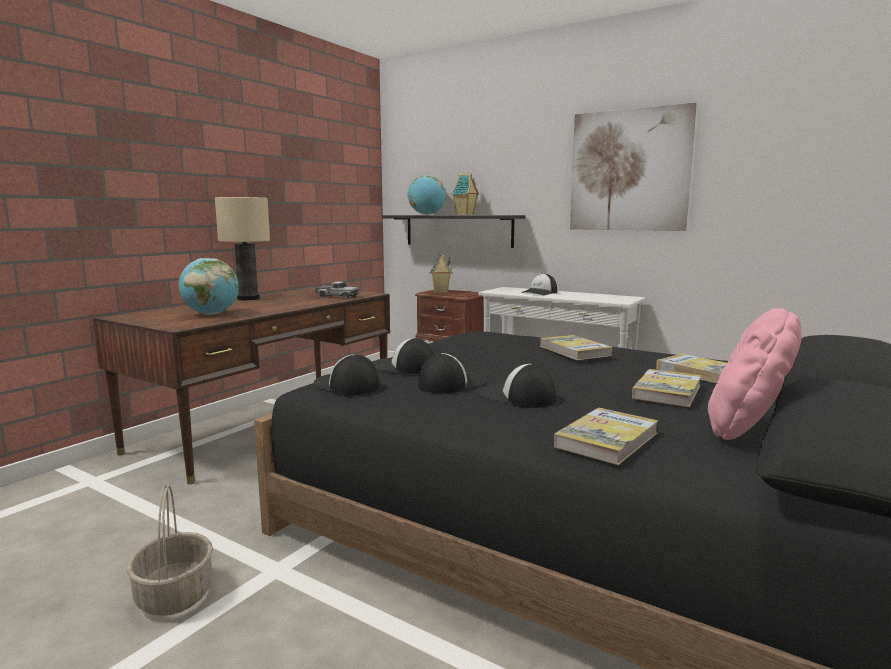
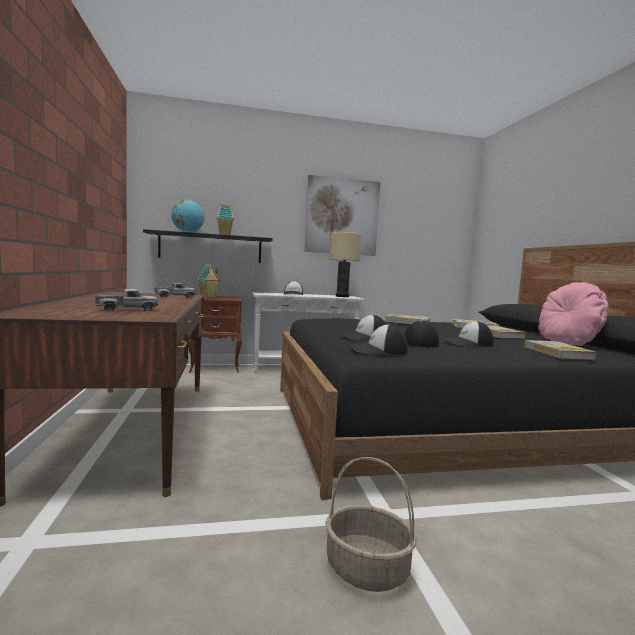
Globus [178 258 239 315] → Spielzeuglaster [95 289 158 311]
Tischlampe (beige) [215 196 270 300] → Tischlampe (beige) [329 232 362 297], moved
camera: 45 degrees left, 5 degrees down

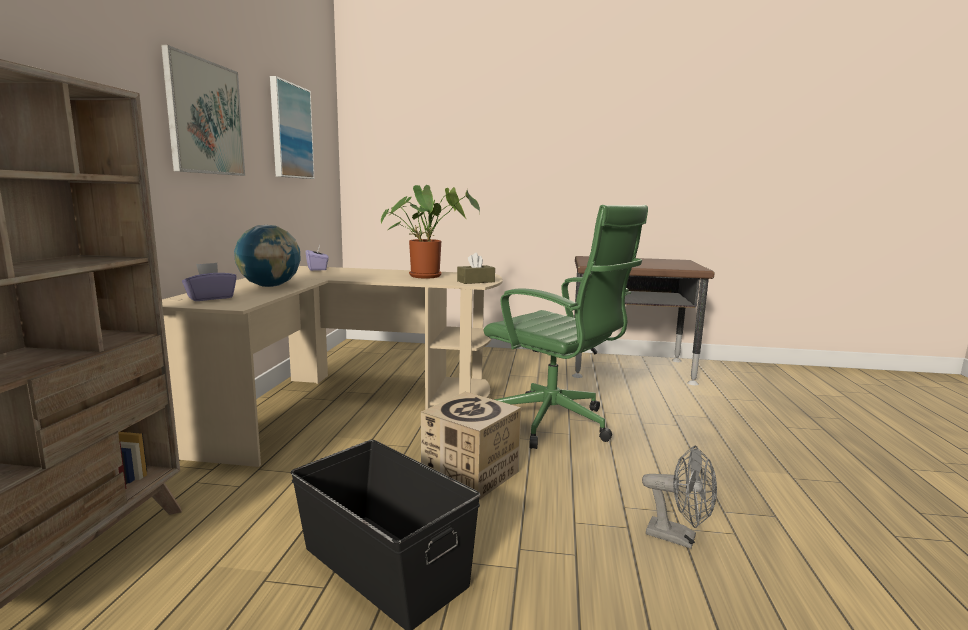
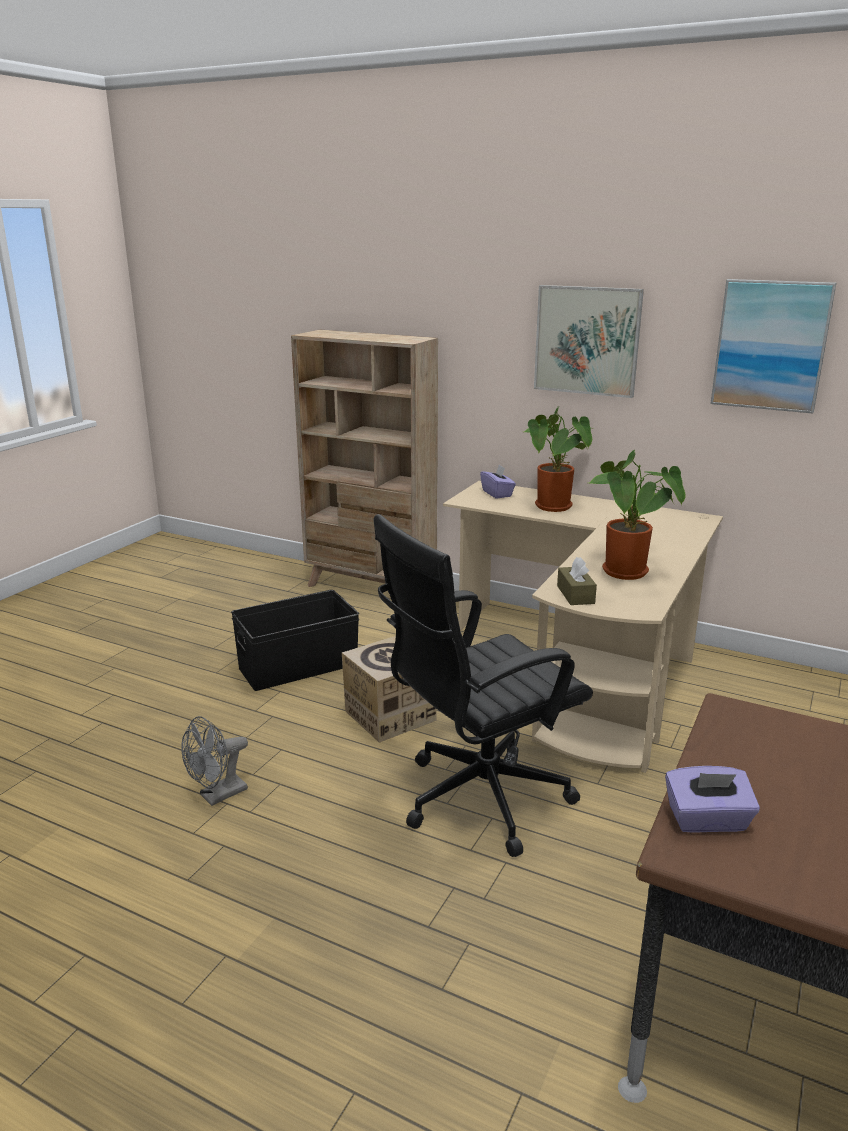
Bürostuhl (grün) [484 205 648 449] → Bürostuhl (schwarz) [374 514 593 857]
Globus [234 225 301 287] → Topfpflanze [524 405 595 512]
Taschentuchbox (lila) [306 245 329 271] → Taschentuchbox (lila) [665 766 760 833], moved
camera: 110 degrees right, 10 degrees up

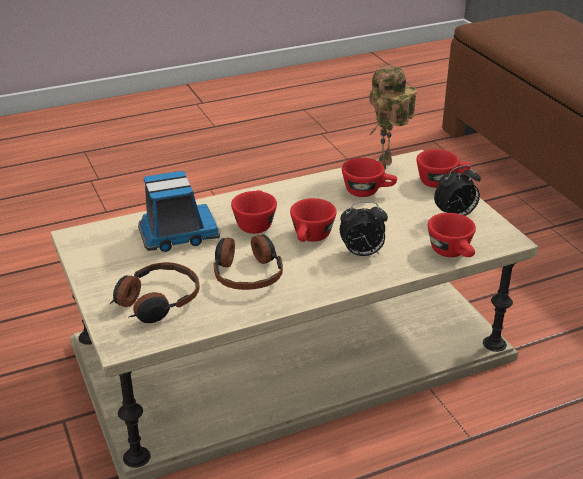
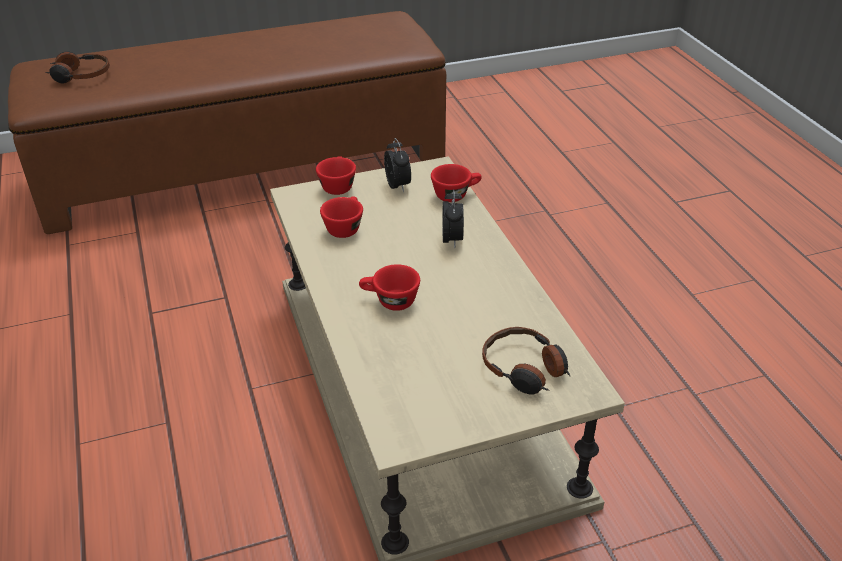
Kopfhörer [214 234 283 290] → Kopfhörer [45 51 110 83], moved
Spielzeuglaster [138 171 220 252] → -
Tasse (rot) [290 198 337 242] → -
Spielzeugroboter [369 65 417 169] → -
camera: 85 degrees left, 5 degrees up

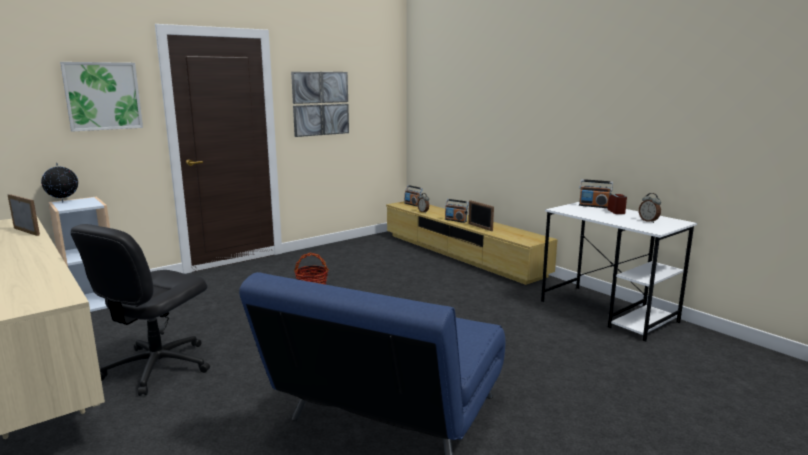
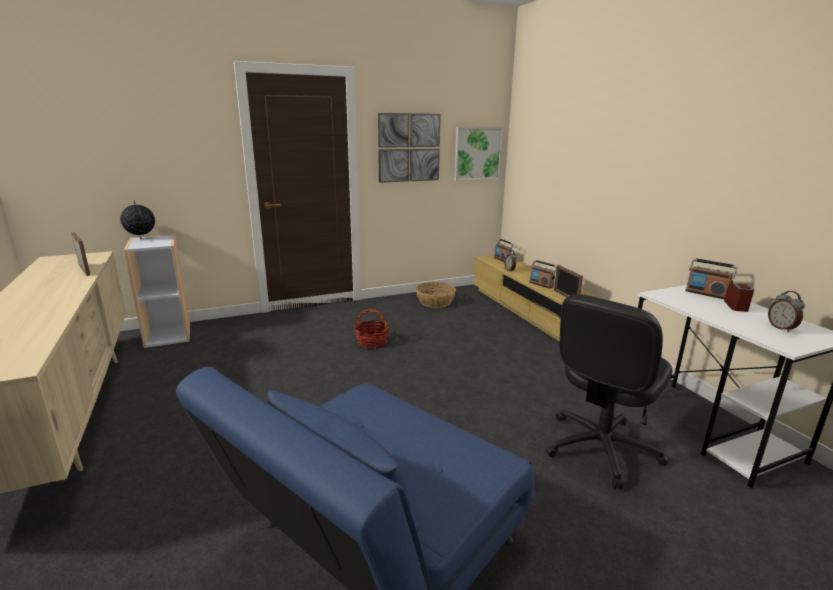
- → Korb [415 282 456 308]
Bild [60 62 143 132] → Bild [454 127 503 181], moved
Bürostuhl (schwarz) [71 224 210 396] → Bürostuhl (schwarz) [545 294 672 489], moved
camera: 15 degrees right, 5 degrees up

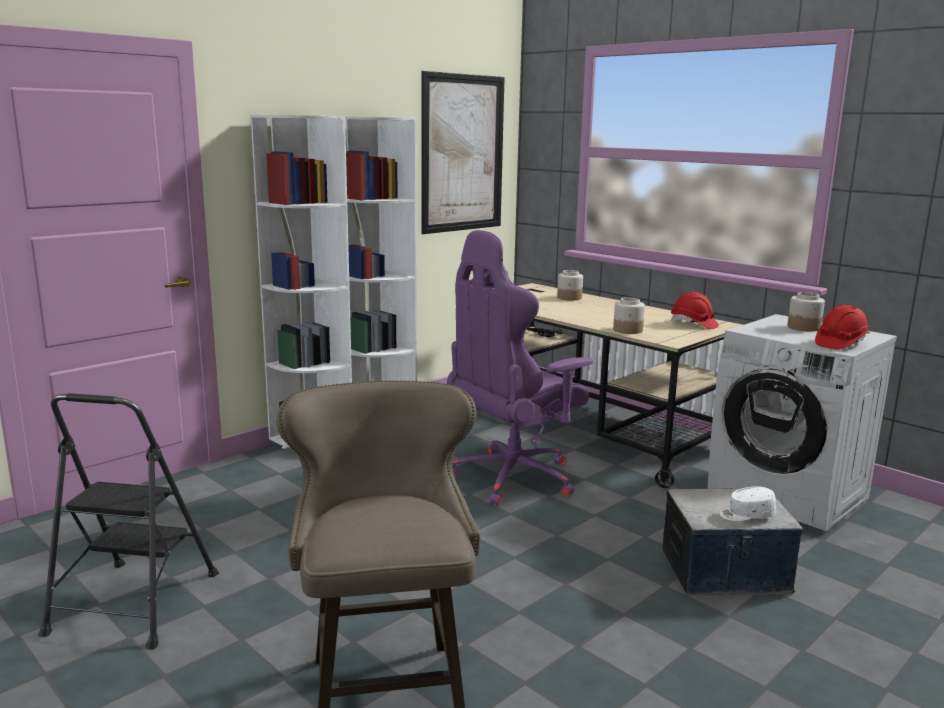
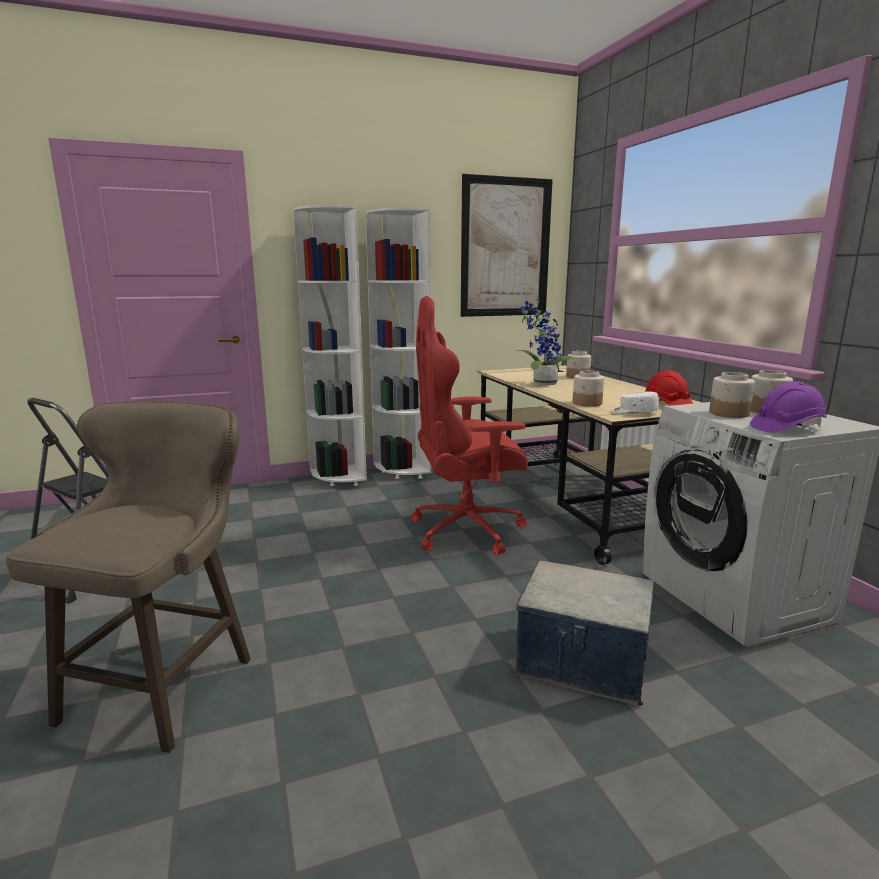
Bürostuhl (lila) [447 230 593 506] → Bürostuhl (rot) [411 296 528 555]
- → Topfpflanze [517 301 574 385]
Kappe (weiß) [719 486 776 521] → Kappe (weiß) [611 392 659 413], moved
- → Vorratsglas [709 372 755 418]
Schutzhelm (rot) [815 305 870 350] → Schutzhelm (lila) [750 381 827 433]
camera: 25 degrees right, 0 degrees up

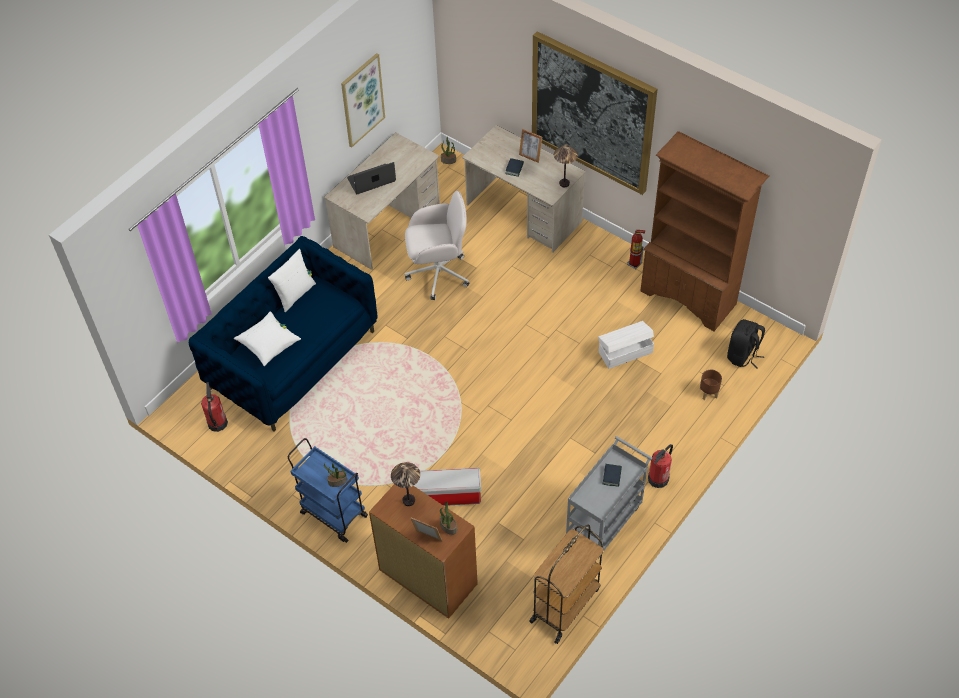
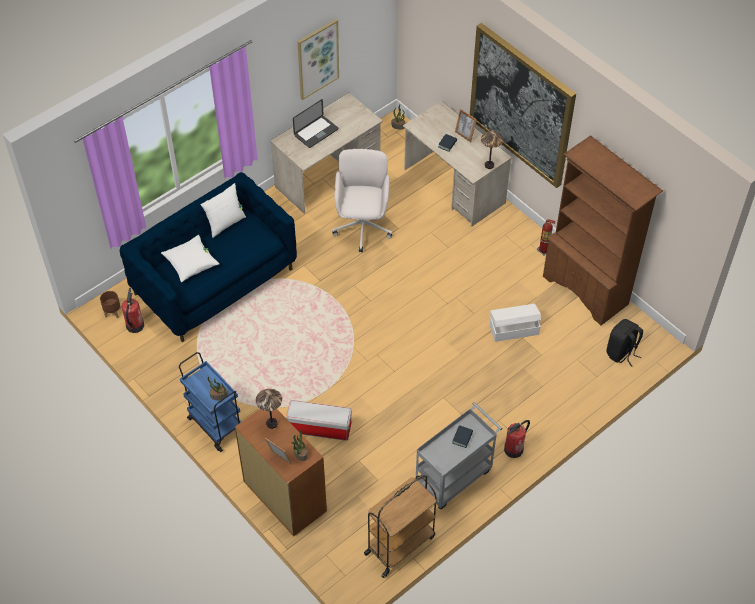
Pflanzkübel (braun) [700 370 722 400] → Pflanzkübel (braun) [100 291 121 318], moved
Laptop [347 162 396 194] → Laptop [293 99 338 148], 150 degrees clockwise
Bürostuhl (weiß) [405 191 470 300] → Bürostuhl (weiß) [332 149 392 252], 90 degrees counterclockwise
camera: 10 degrees right, 0 degrees up

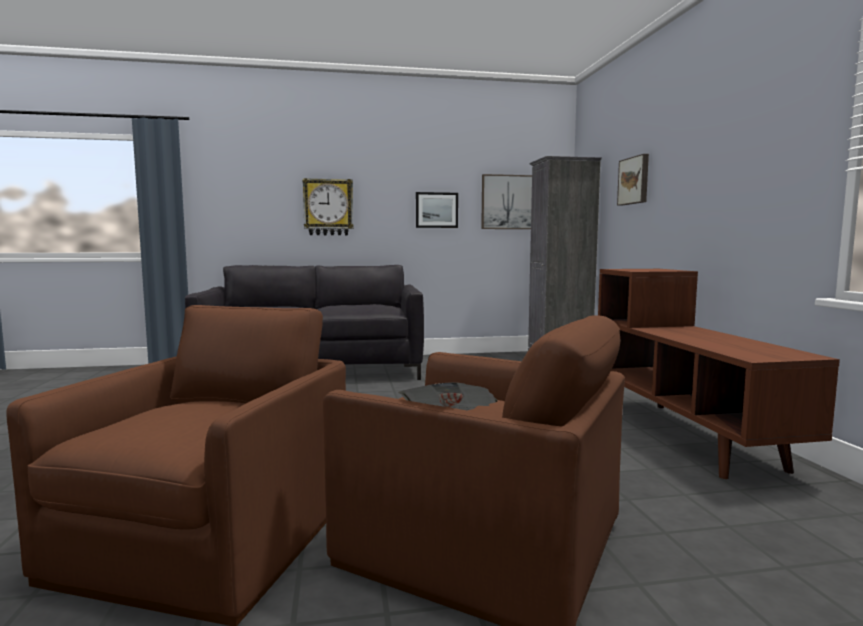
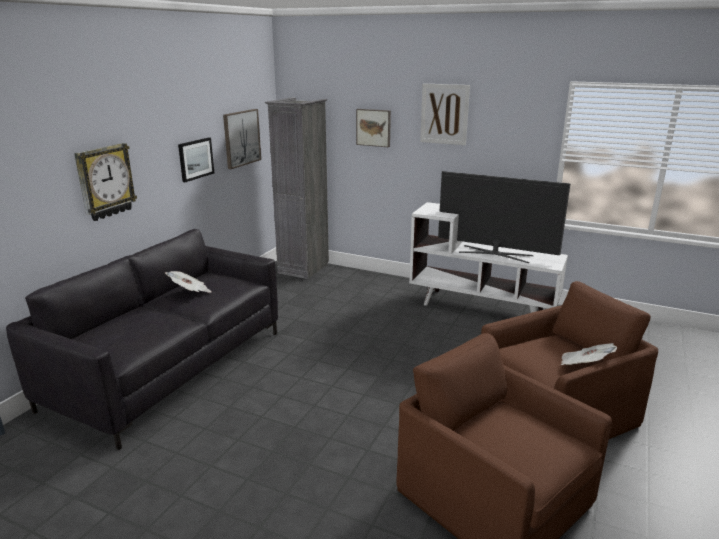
- → Zeitung [165 271 211 293]
Fernsehschrank (braun) [598 269 840 479] → Fernsehschrank (weiß) [409 202 568 313]
- → Bild [420 83 470 145]
- → Fernseher [438 171 570 263]
camera: 55 degrees left, 15 degrees up

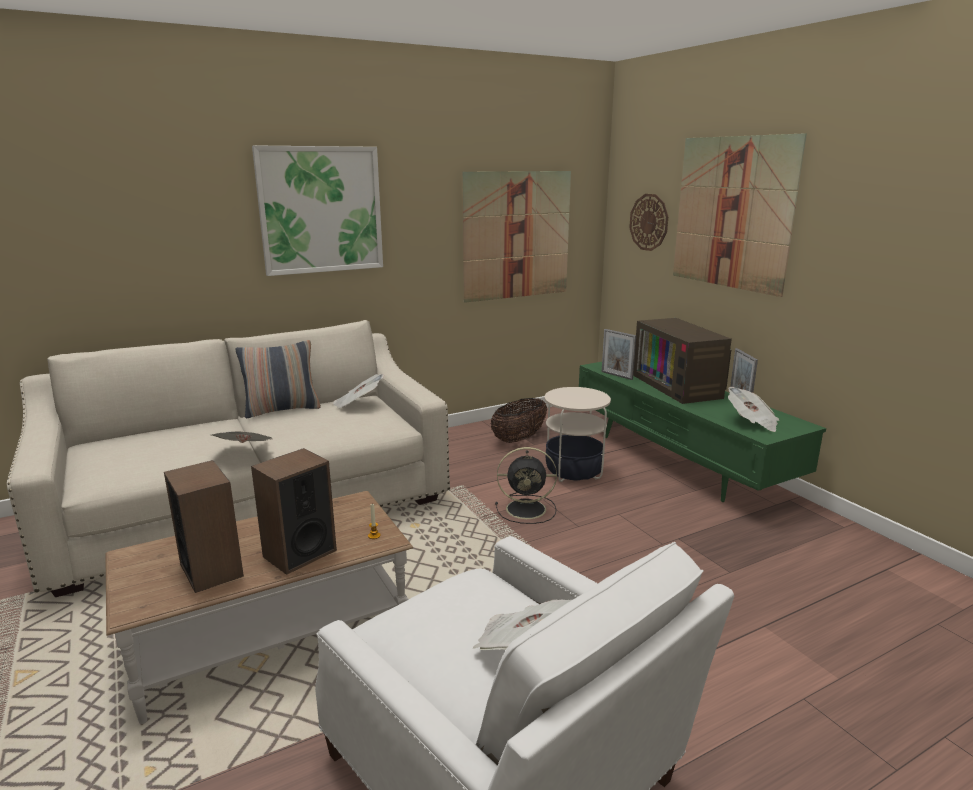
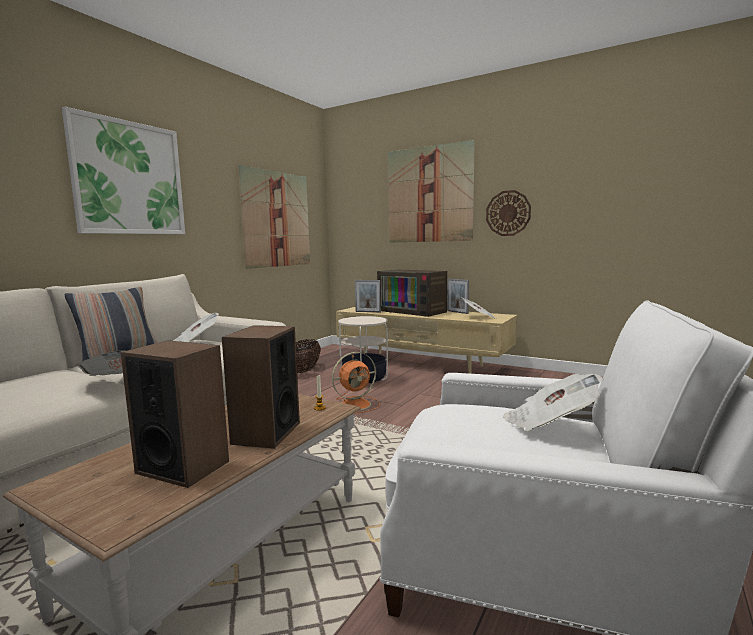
Ventilator (schwarz) [495 447 557 524] → Ventilator (orange) [332 352 380 413]
Fernsehschrank (grün) [579 362 826 502] → Fernsehschrank (beige) [336 307 517 374]
Wanduhr [629 194 668 251] → Wanduhr [486 190 531 236], moved
camera: 30 degrees left, 10 degrees down

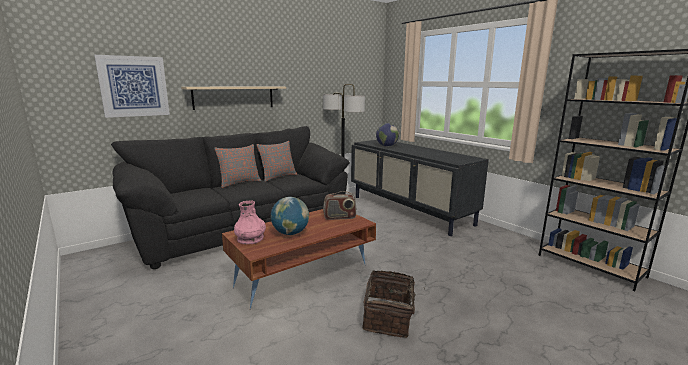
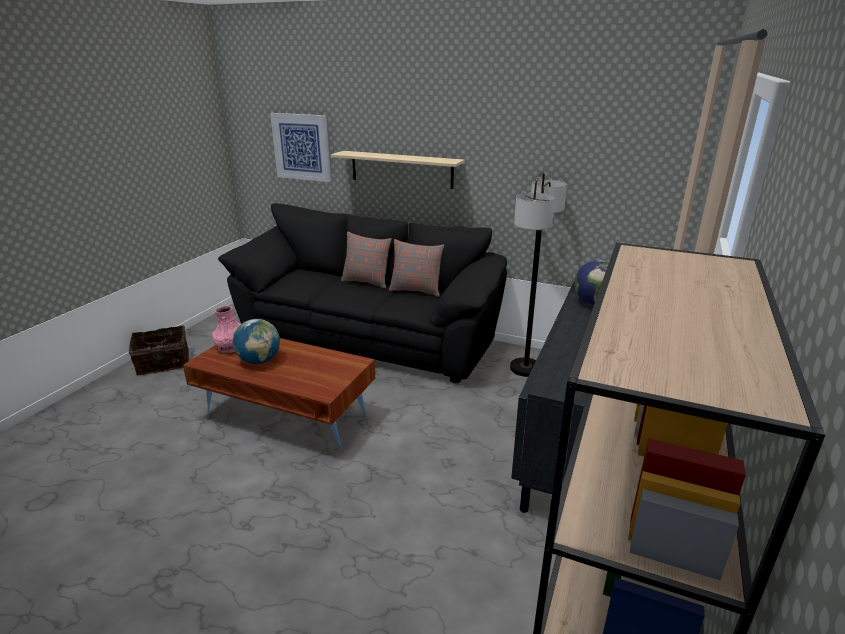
Korb [362 270 415 338] → Korb [129 325 189 375], moved
Radio [323 191 356 220] → -
camera: 60 degrees right, 10 degrees up

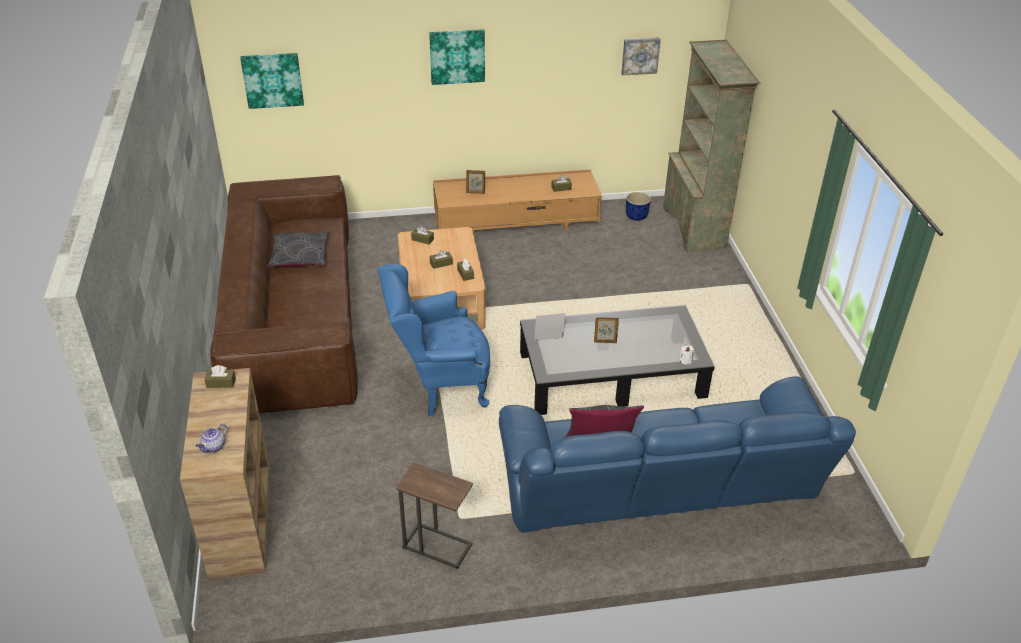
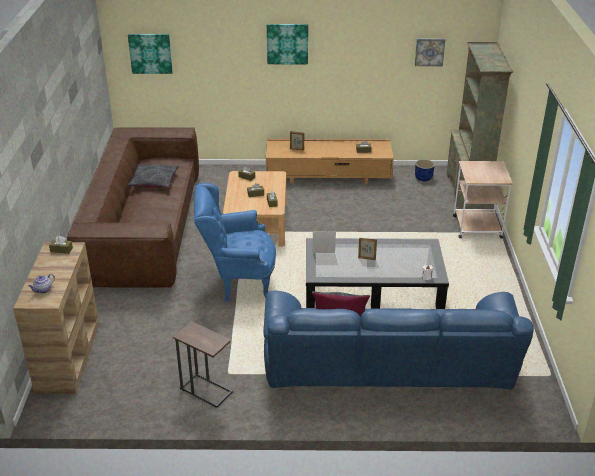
- → Rollwagen (beige) [453 161 513 239]
camera: 10 degrees right, 5 degrees down

